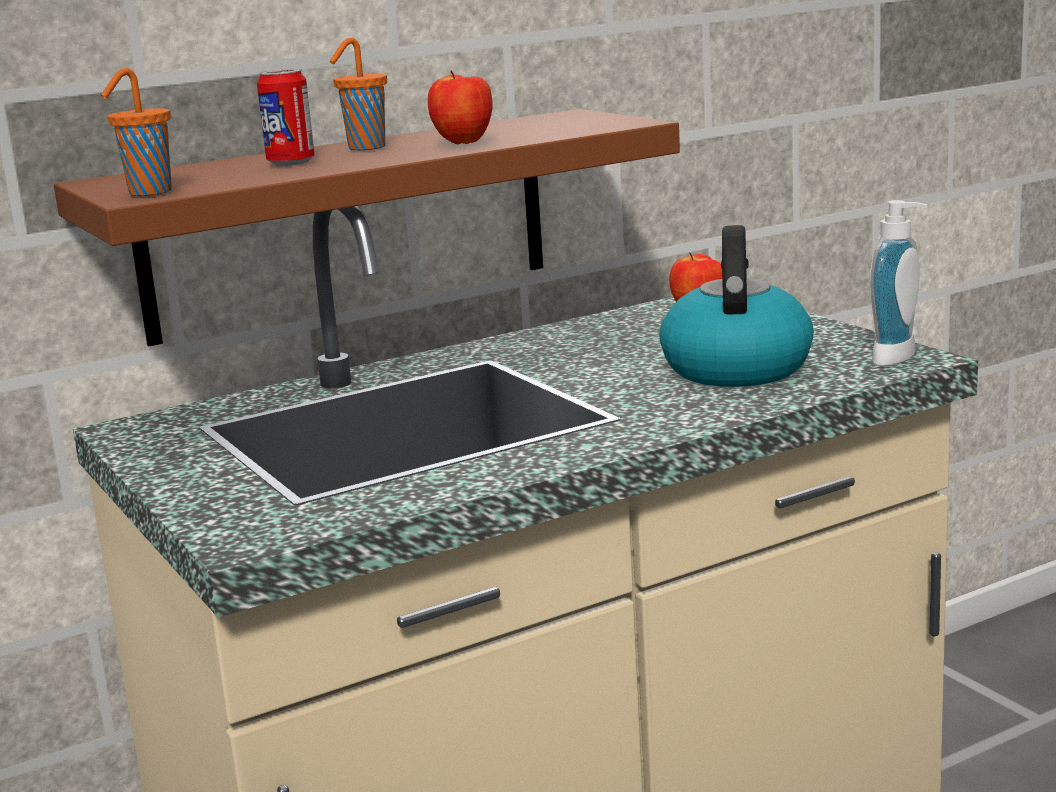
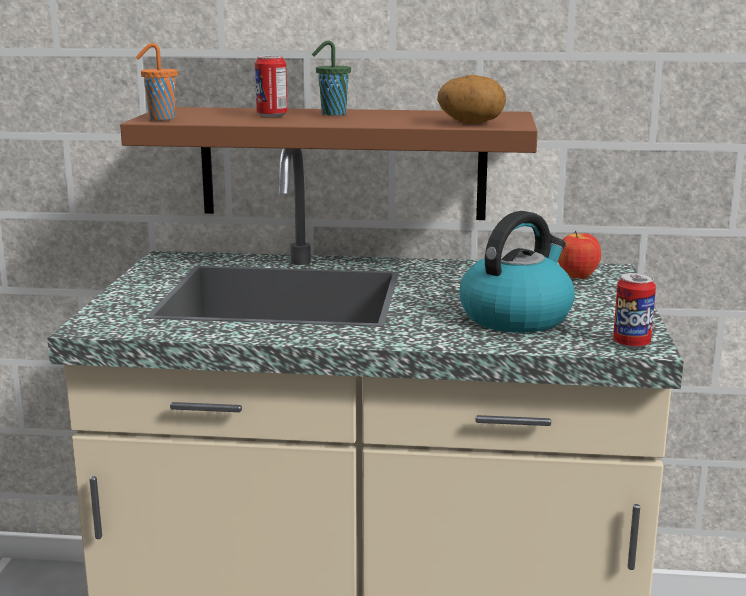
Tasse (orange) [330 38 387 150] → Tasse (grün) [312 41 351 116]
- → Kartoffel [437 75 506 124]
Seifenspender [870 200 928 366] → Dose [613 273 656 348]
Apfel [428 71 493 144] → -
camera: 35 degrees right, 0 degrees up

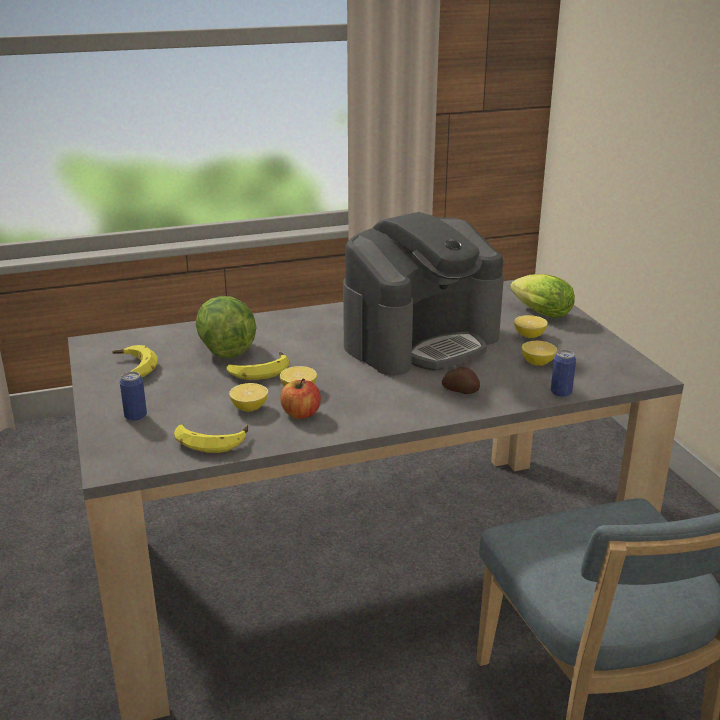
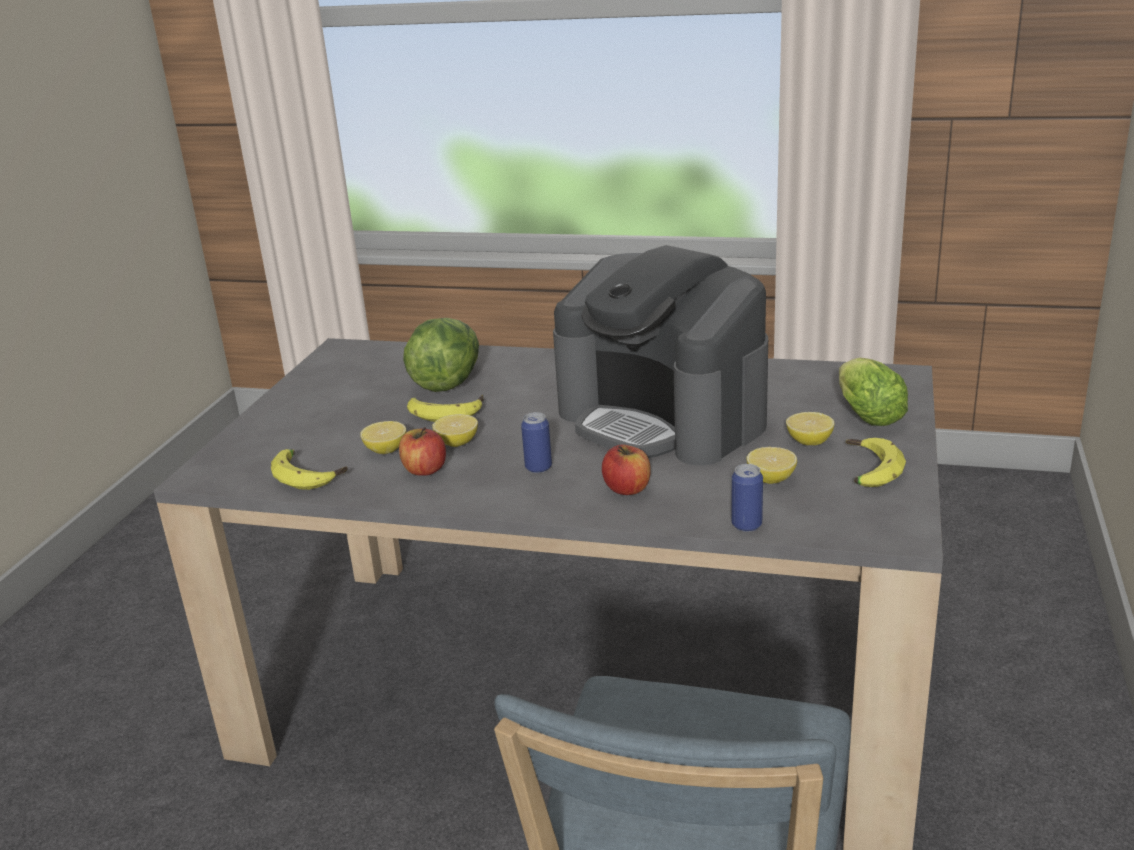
Dose [120 371 147 421] → Dose [521 412 552 473], moved
Kaffeemaschine [343 212 504 375] → Kaffeemaschine [553 245 768 466], 45 degrees clockwise
Kartoffel [442 367 480 394] → Apfel [602 445 651 495]
Banane [112 345 158 377] → Banane [846 438 906 487], moved
camera: 35 degrees right, 0 degrees up

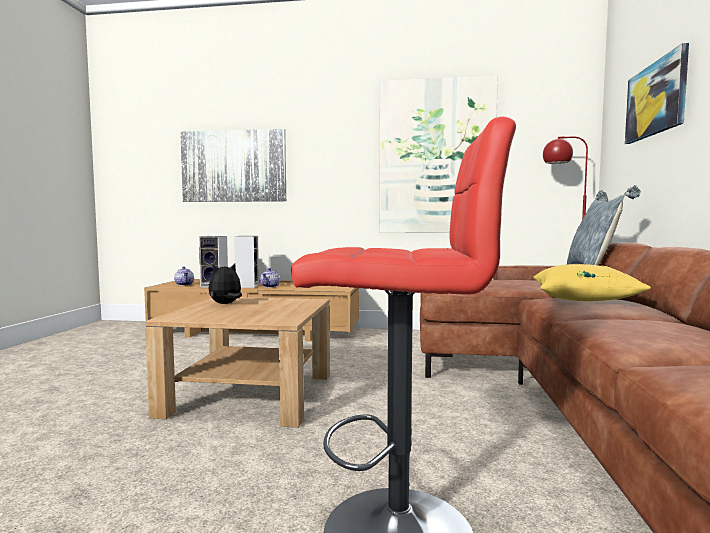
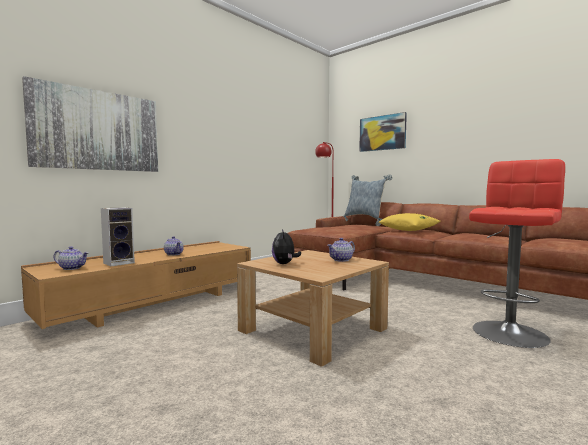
- → Teekanne [327 238 355 262]
Lautsprecher [234 236 259 288] → -
Bild [379 75 498 232] → -
camera: 55 degrees left, 0 degrees up

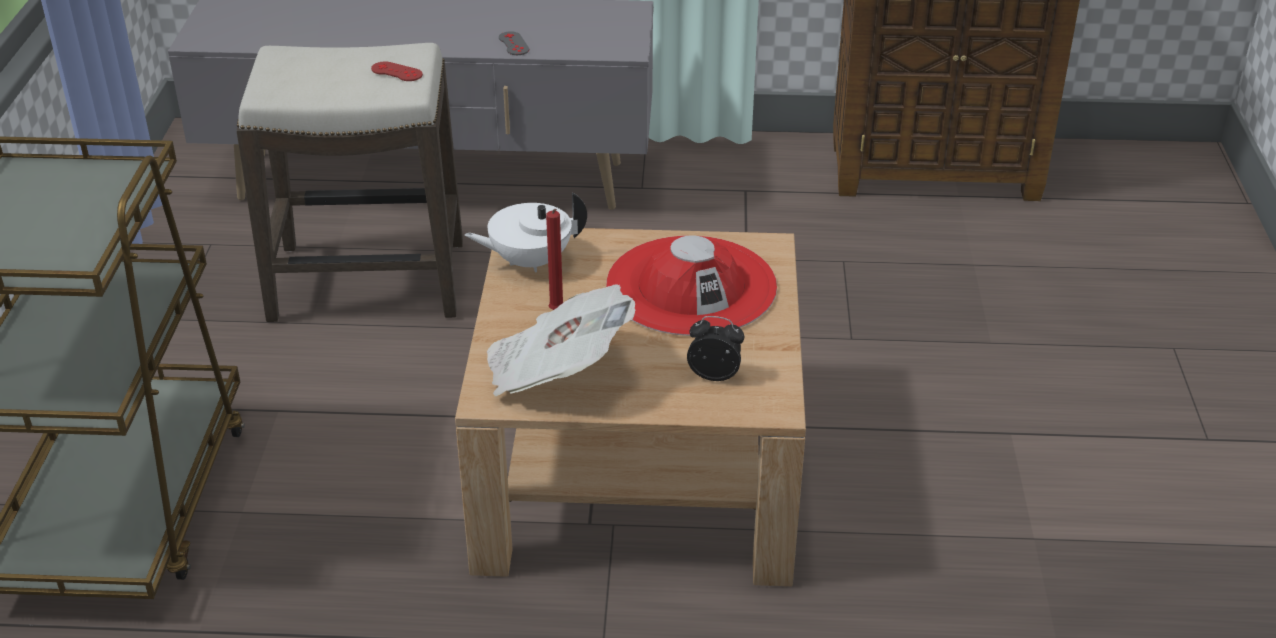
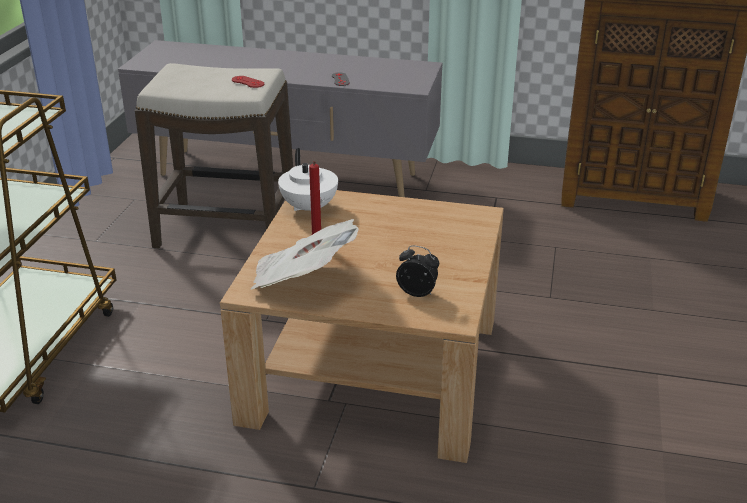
Teekanne (weiß) [464 193 587 273] → Teekanne (weiß) [278 148 338 211], 105 degrees counterclockwise
Hut (rot) [606 235 777 336] → -
camera: 10 degrees right, 5 degrees down

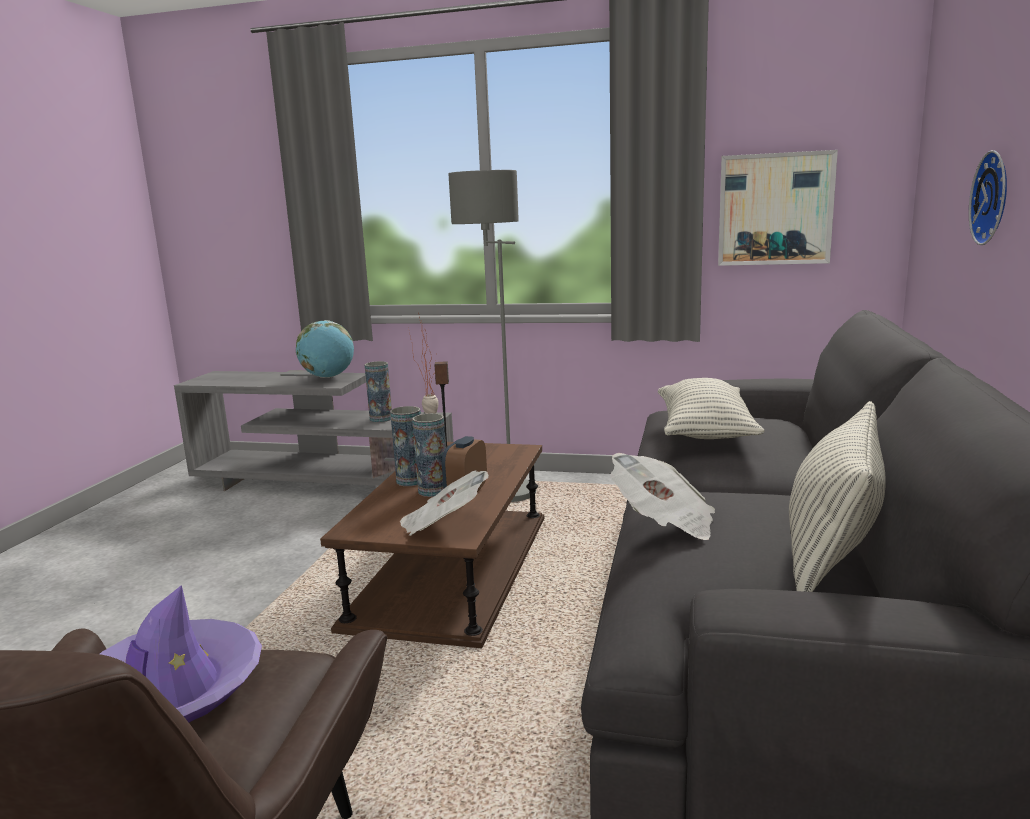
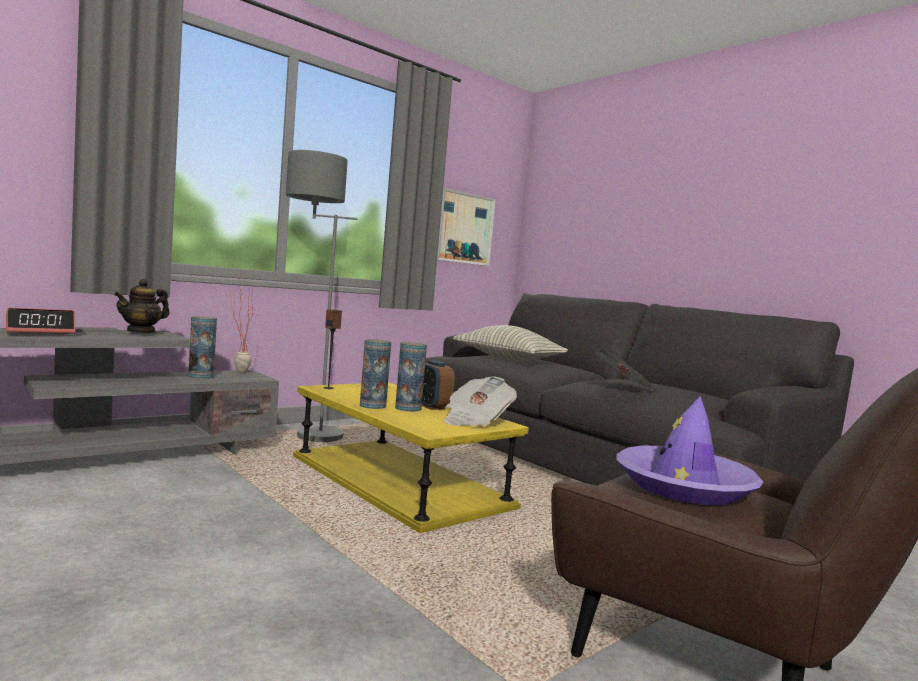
- → Wecker [6 308 75 334]
Globus [296 320 354 378] → Teekanne [114 279 170 333]
Couchtisch (braun) [320 442 544 648] → Couchtisch (gelb) [293 382 529 533]
Kissen [789 401 886 592] → -
Wanduhr [969 150 1007 245] → -
camera: 55 degrees left, 10 degrees down

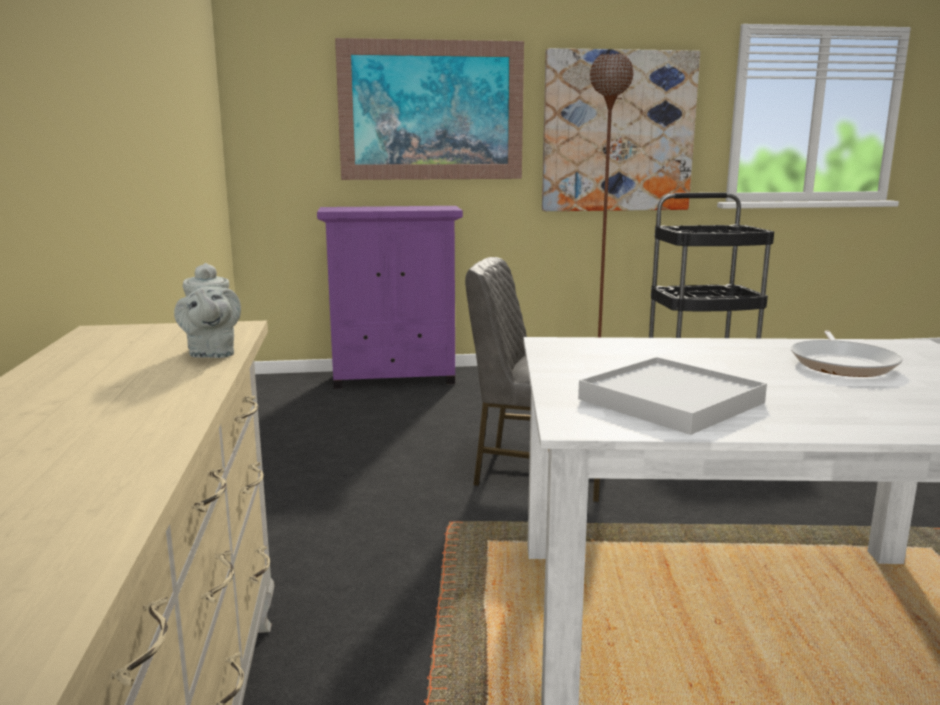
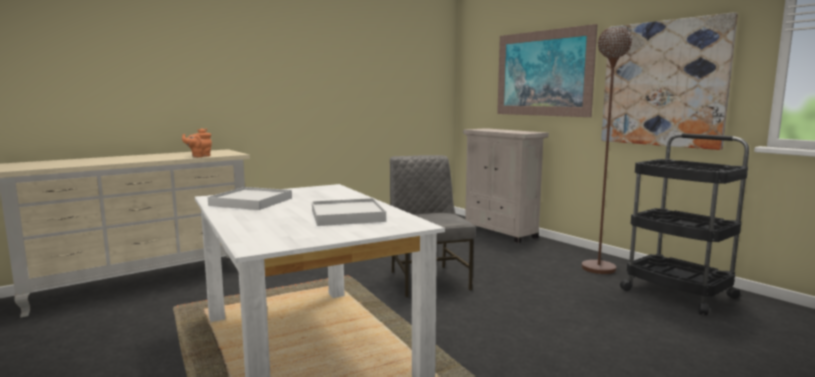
Teekanne (grau) [174 263 241 358] → Teekanne (orange) [182 128 212 157]
Pfanne [791 330 903 377] → Tablett (weiß) [312 198 386 226]
Schrank (lila) [317 206 463 389] → Schrank (beige) [463 128 549 243]
camera: 60 degrees right, 5 degrees down

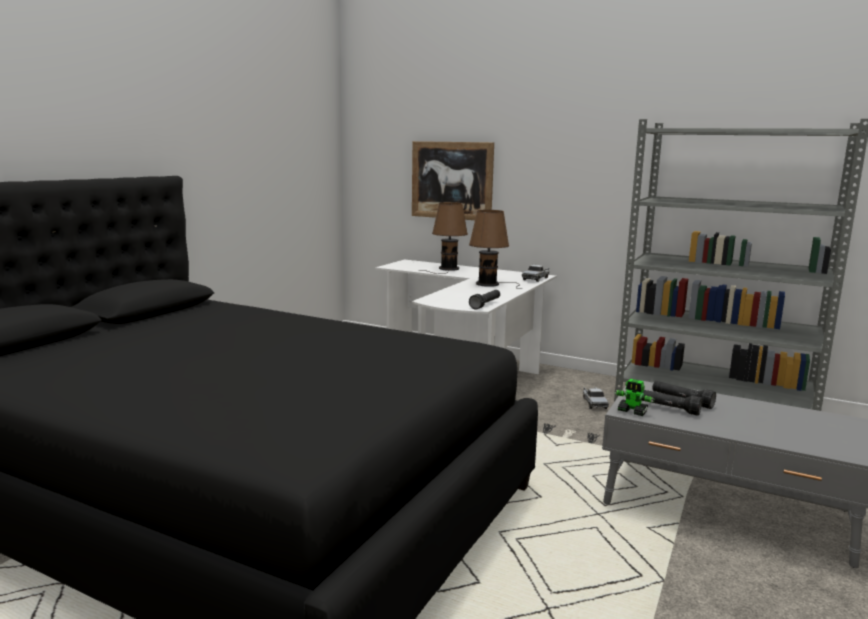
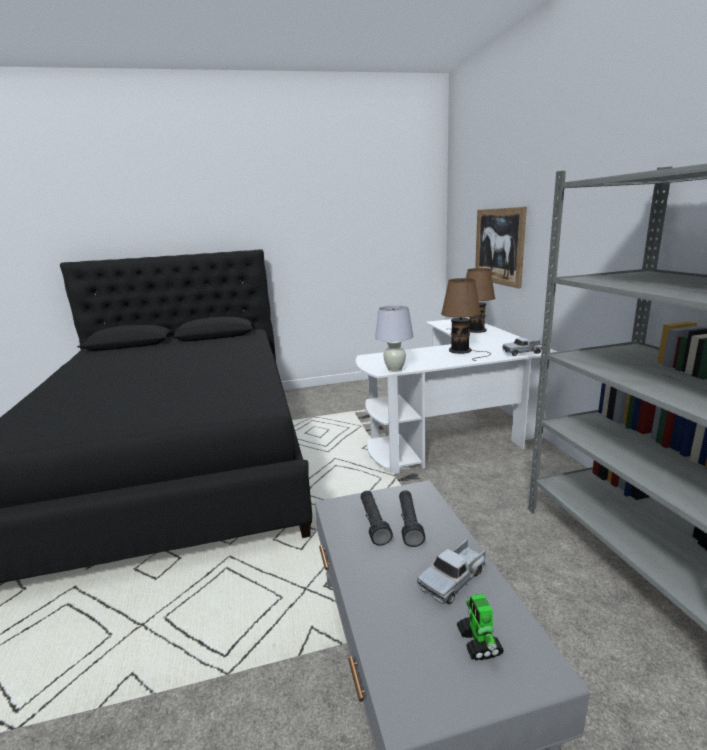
Taschenlampe (schwarz) [469 290 500 309] → Tischlampe (weiß) [375 305 413 372]
Spielzeuglaster [583 387 609 409] → Spielzeuglaster [417 539 486 604], moved
Spielzeugroboter [614 379 655 416] → Spielzeugroboter [457 594 504 661], moved
camera: 50 degrees right, 5 degrees up

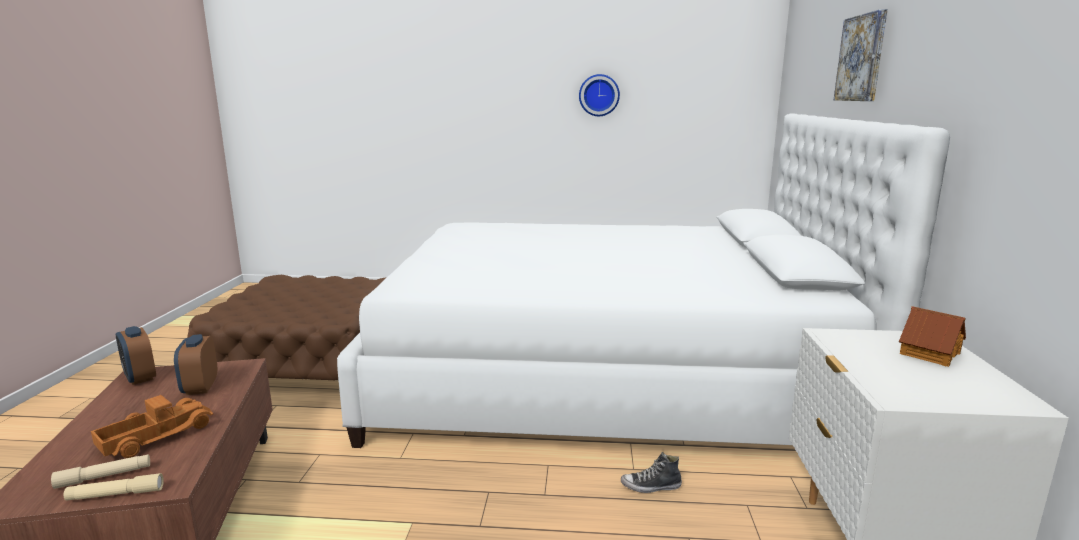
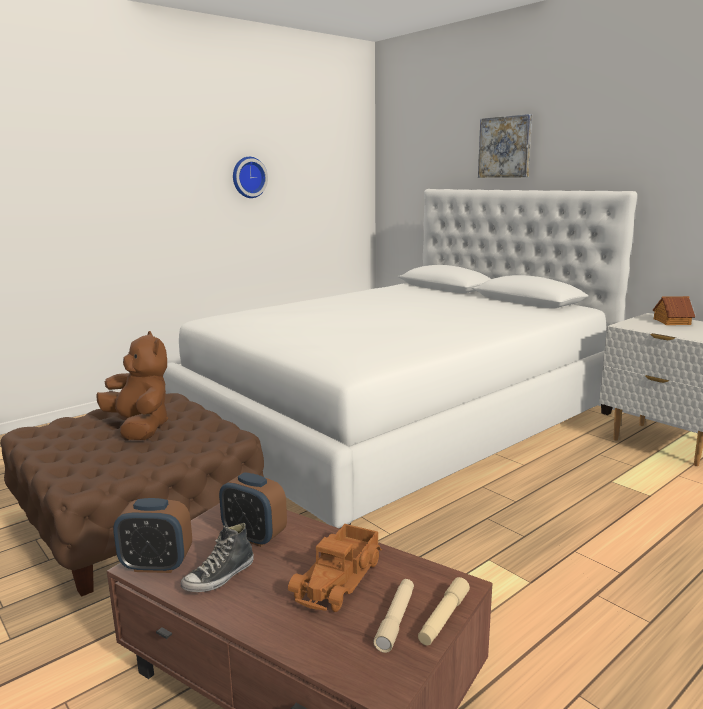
- → Plüschtier (braun) [97 331 168 440]
Schuh [621 452 682 493] → Schuh [180 523 254 592], moved
Spielzeuglaster [91 395 213 458] → Spielzeuglaster [288 524 382 612], 150 degrees counterclockwise
camera: 45 degrees left, 0 degrees up

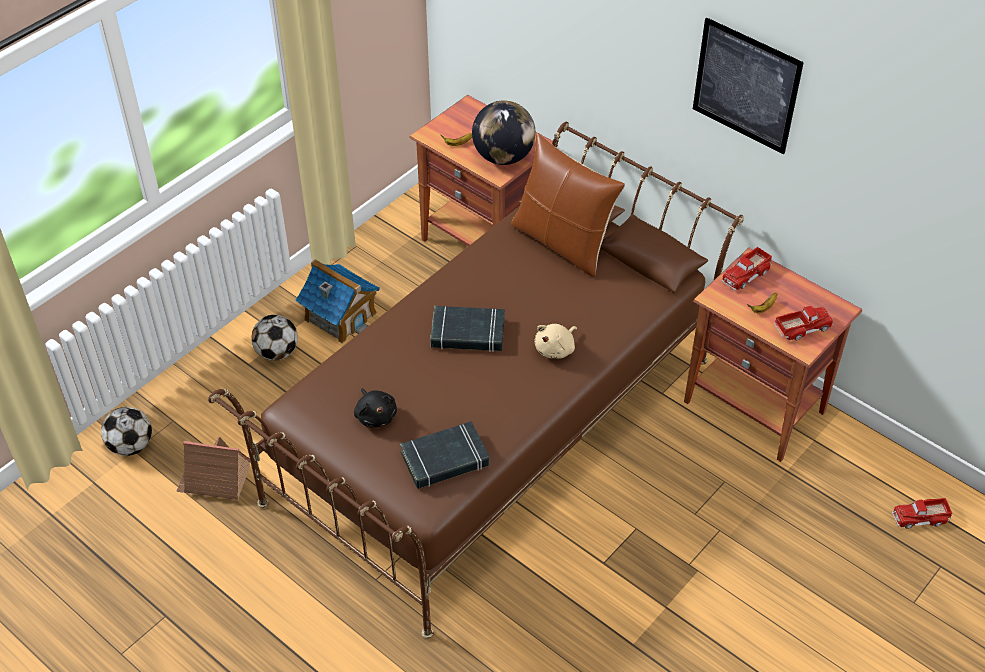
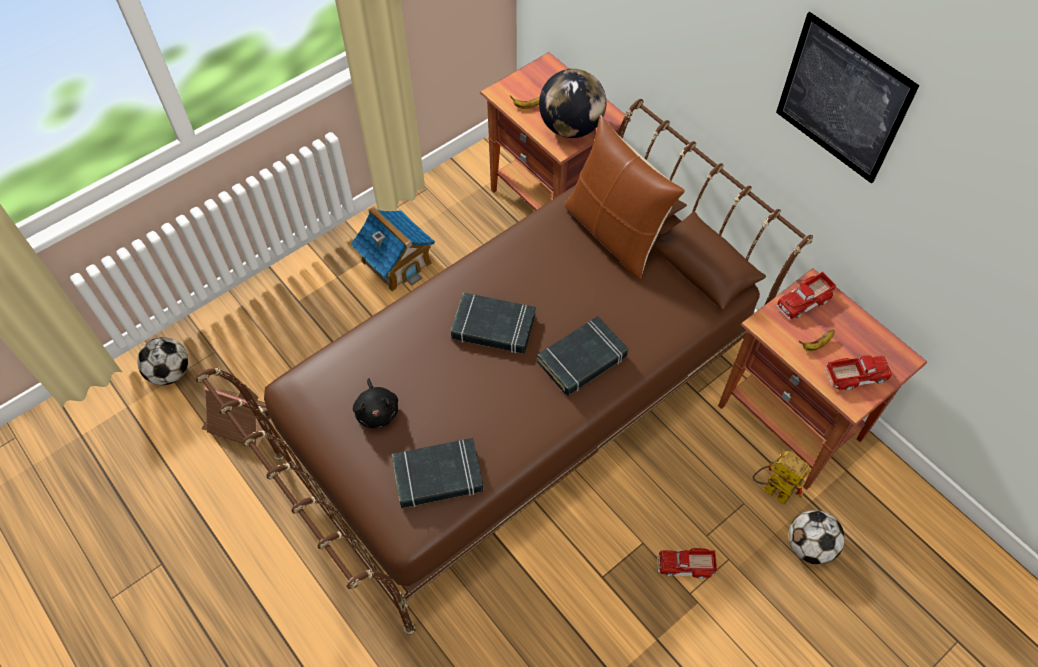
Plüschtier (beige) [535 324 577 359] → Buch (schwarz) [537 316 628 396]
Spielzeuglaster [892 498 952 529] → Spielzeuglaster [657 548 717 579], moved
- → Spielzeugroboter [753 451 810 505]
Fußball [251 315 298 361] → Fußball [789 510 845 564], moved
camera: 10 degrees right, 10 degrees up

